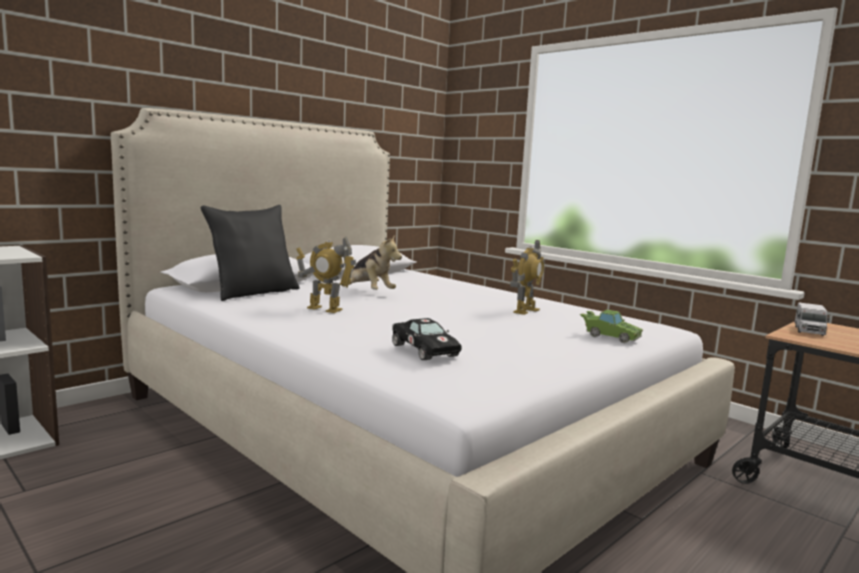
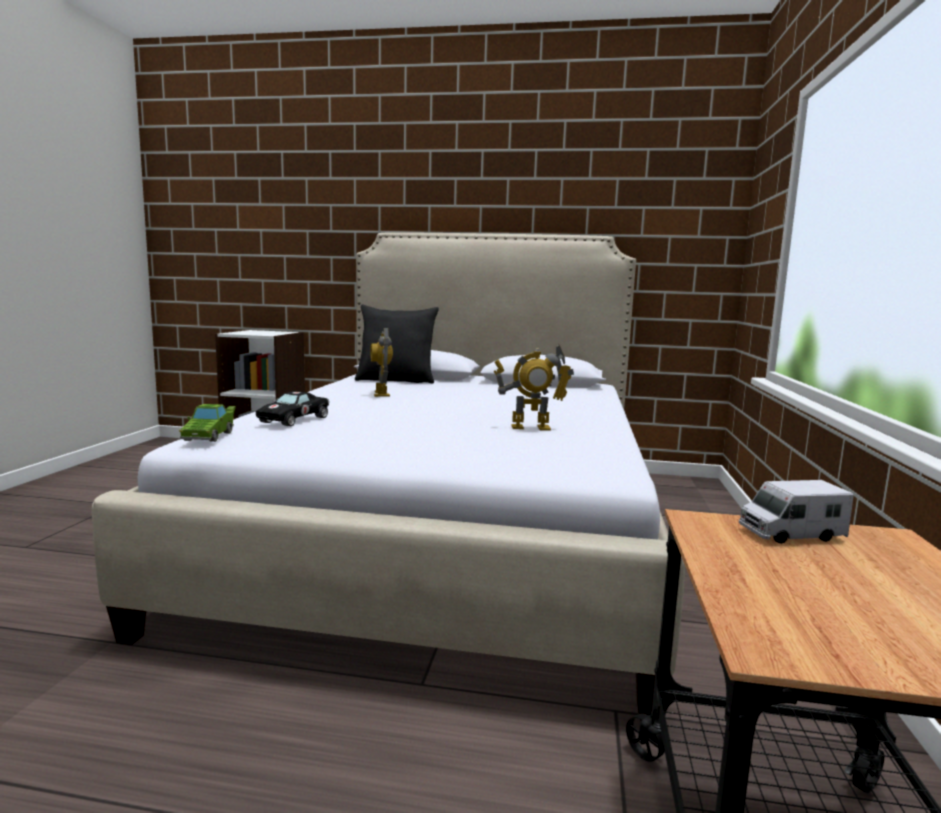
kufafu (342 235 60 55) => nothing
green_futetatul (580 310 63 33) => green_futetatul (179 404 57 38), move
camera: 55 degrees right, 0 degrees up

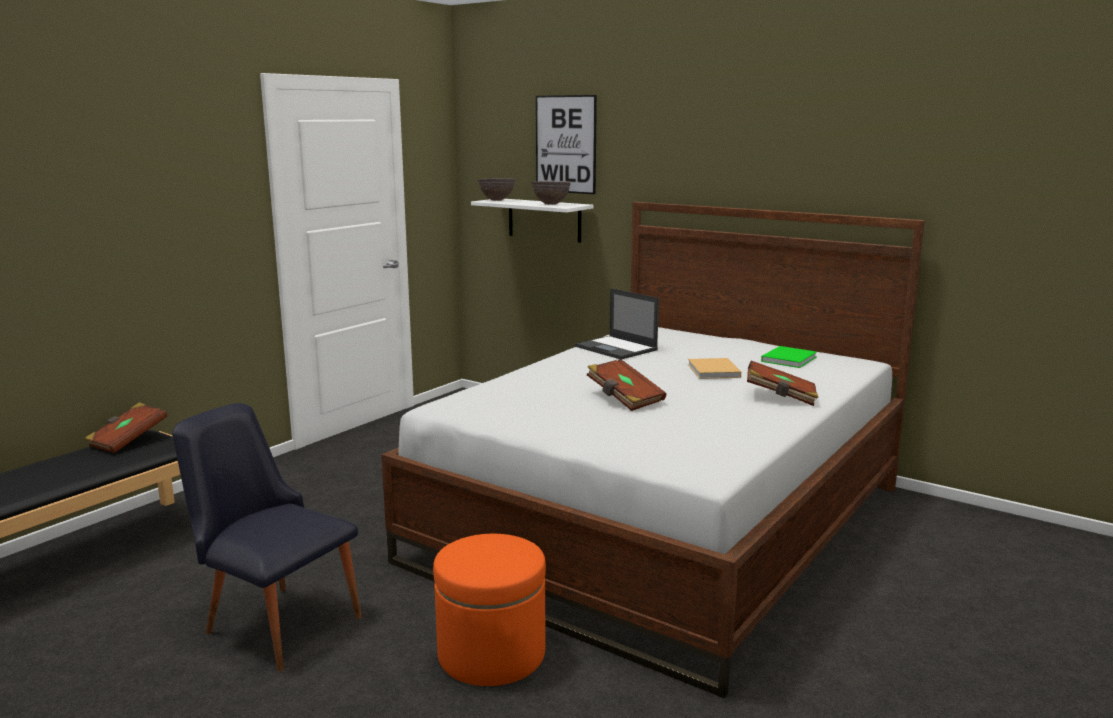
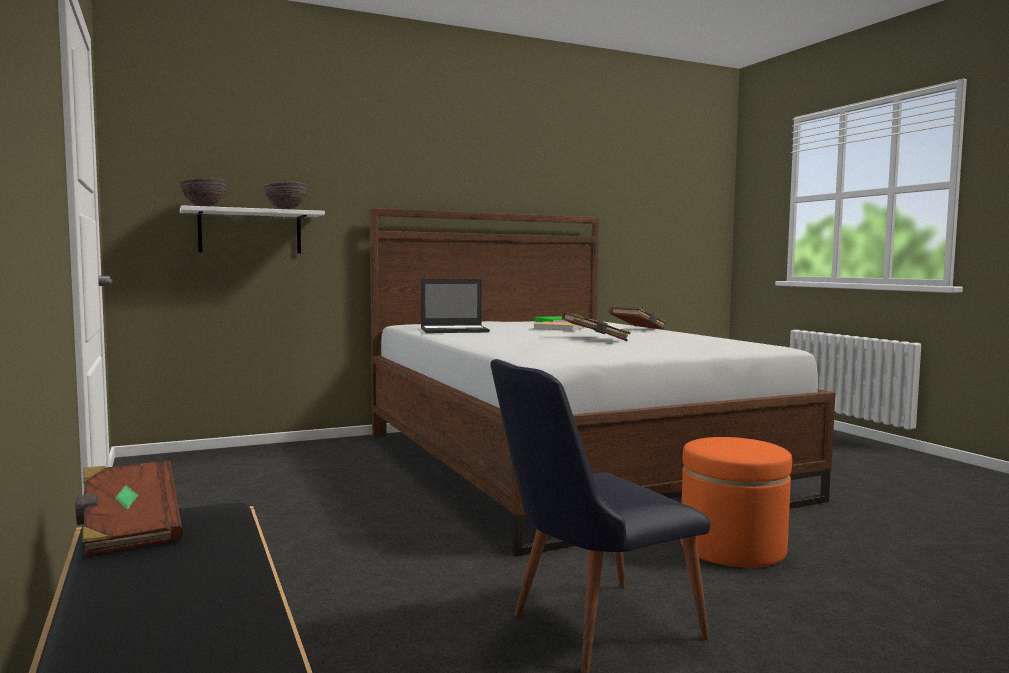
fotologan (536 95 61 99) => nothing
camera: 60 degrees left, 10 degrees down

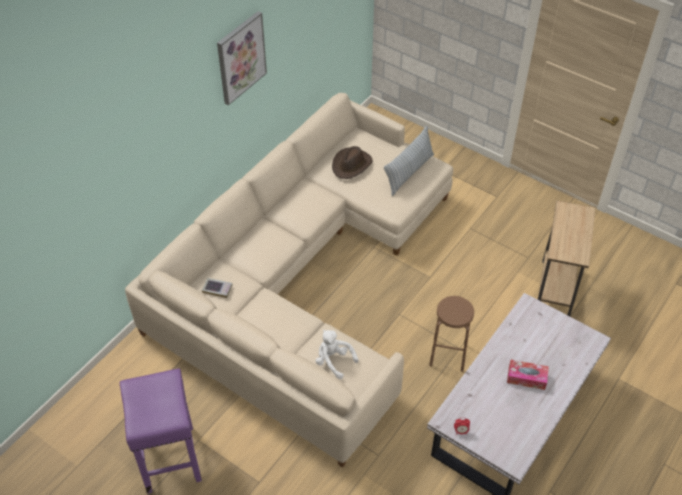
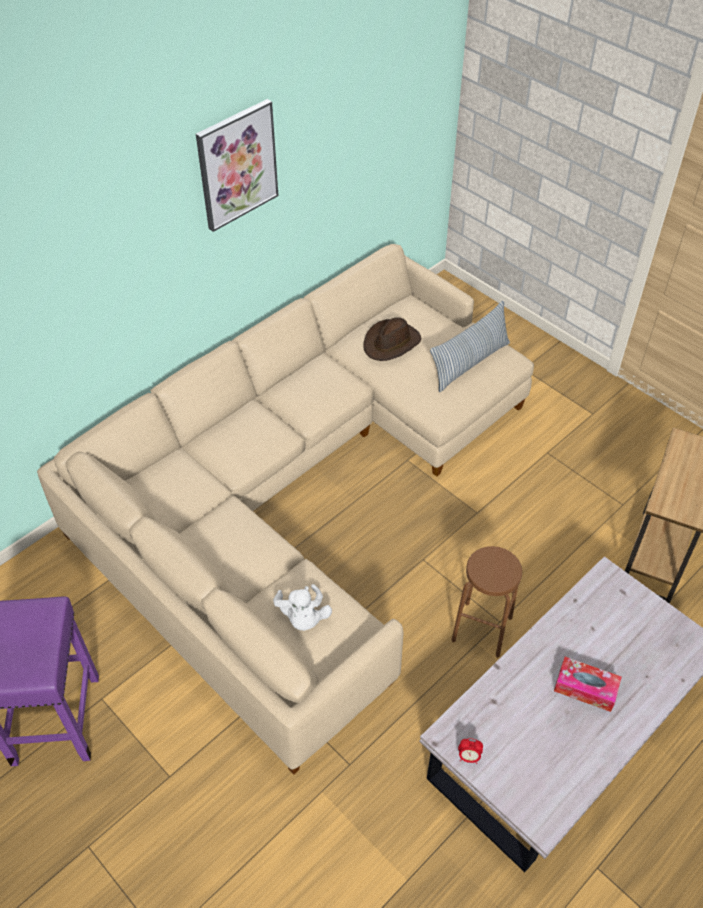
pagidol (202 278 31 20) => nothing
white_kufafu (316 330 42 49) => white_kufafu (273 584 59 47), 150 degrees counterclockwise
camera: 10 degrees right, 0 degrees up

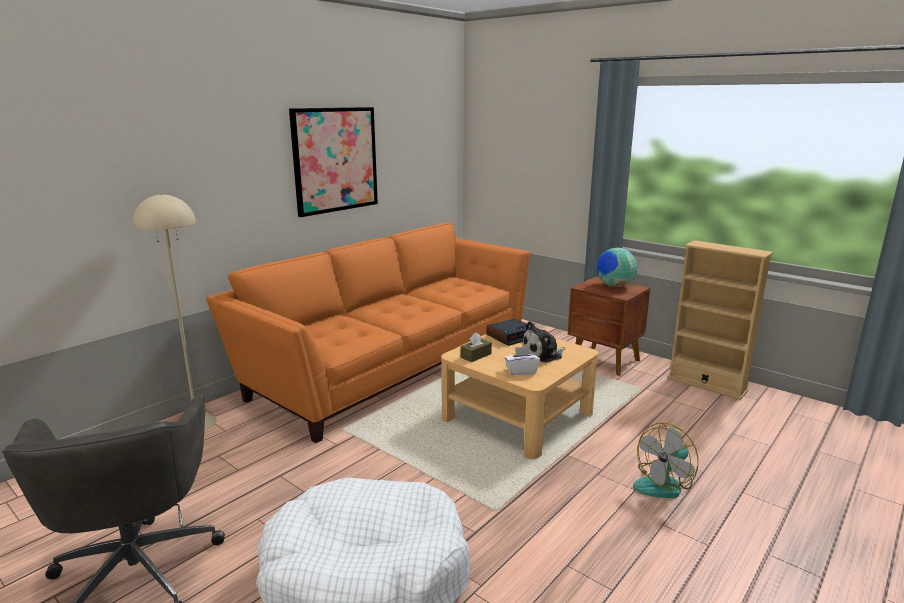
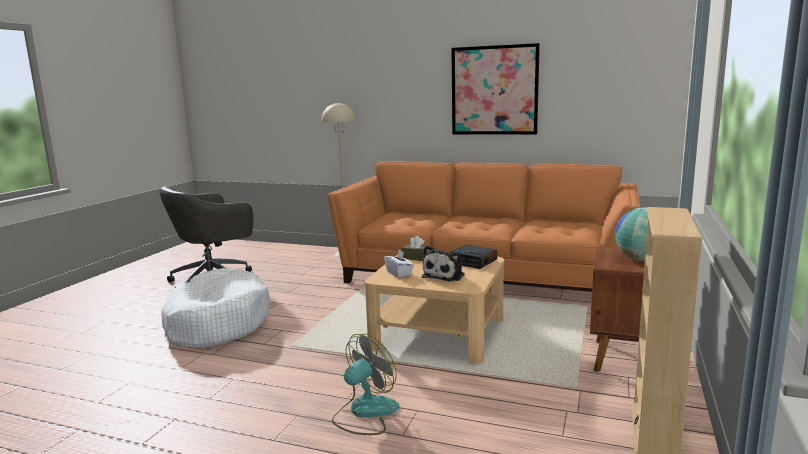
kufafu (523 321 43 42) => kufafu (422 245 43 37), 105 degrees counterclockwise
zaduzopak (633 423 65 75) => zaduzopak (332 334 67 101), 105 degrees clockwise
camera: 70 degrees right, 5 degrees down

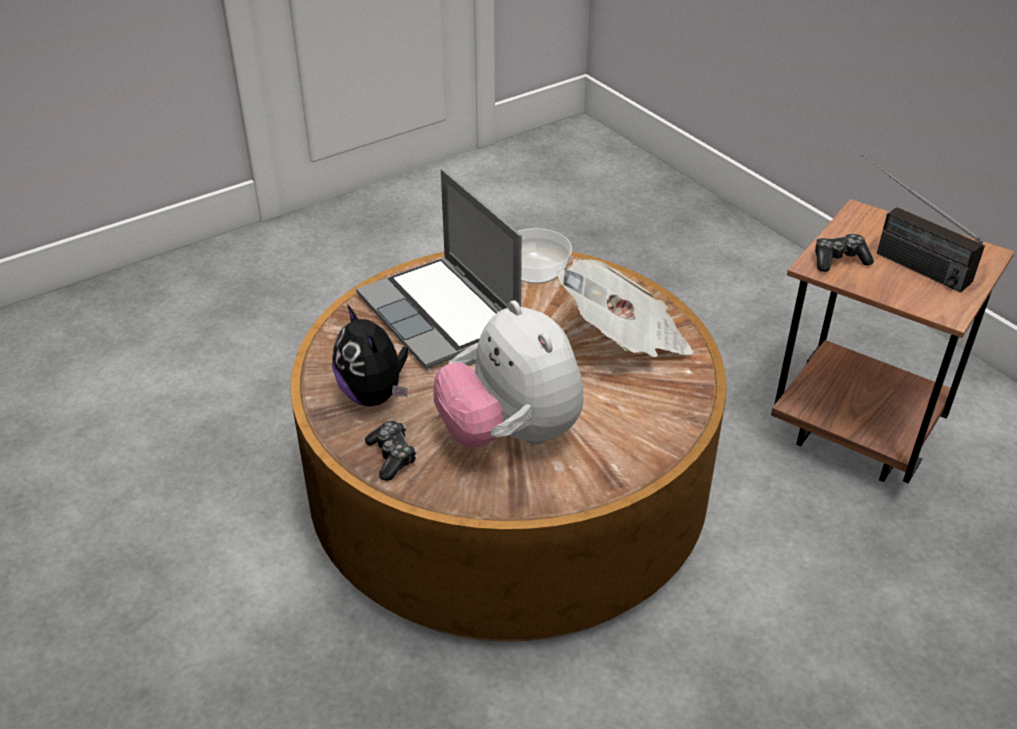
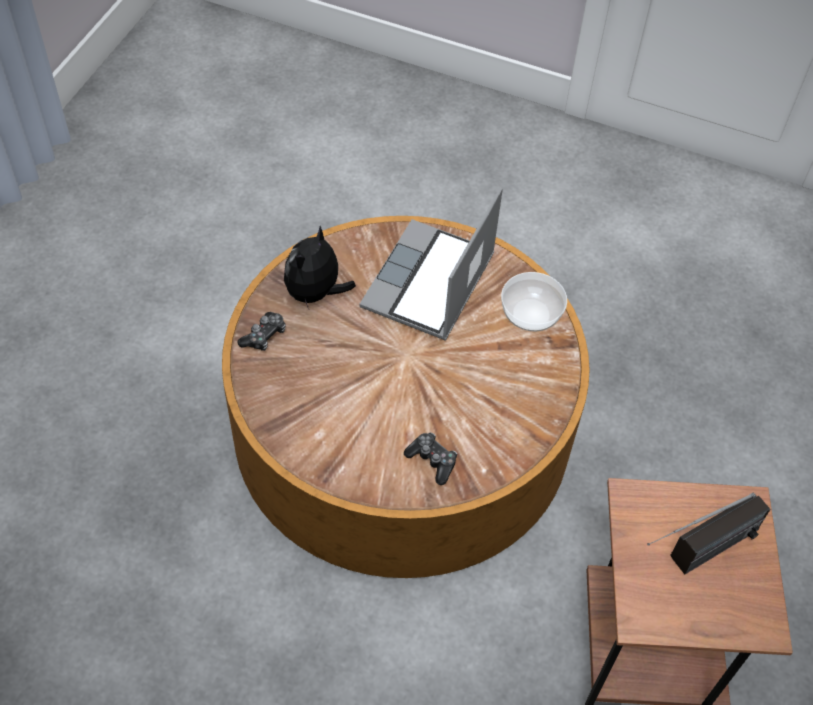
kufafu (434 300 150 148) => nothing
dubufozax (557 259 137 98) => nothing
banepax (815 234 59 38) => banepax (404 432 53 53), move
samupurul (861 154 124 138) => samupurul (647 493 123 81), 135 degrees counterclockwise
camera: 55 degrees right, 15 degrees up

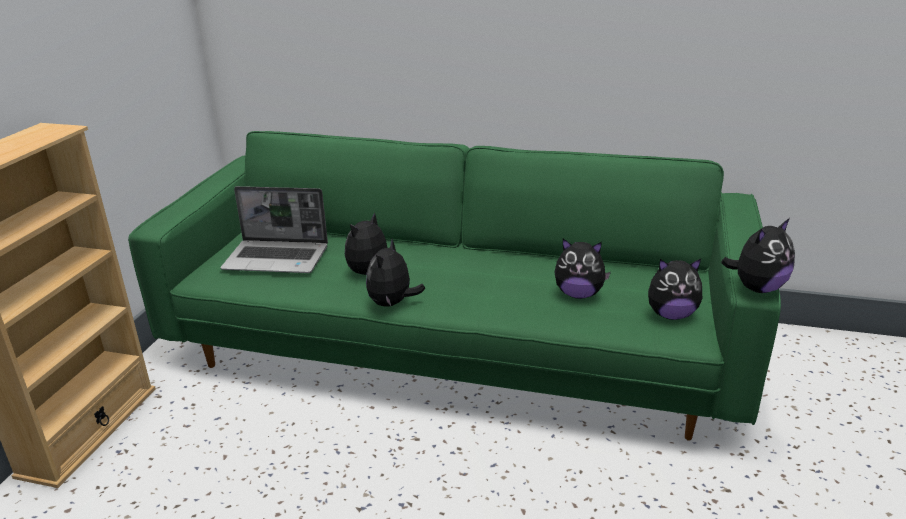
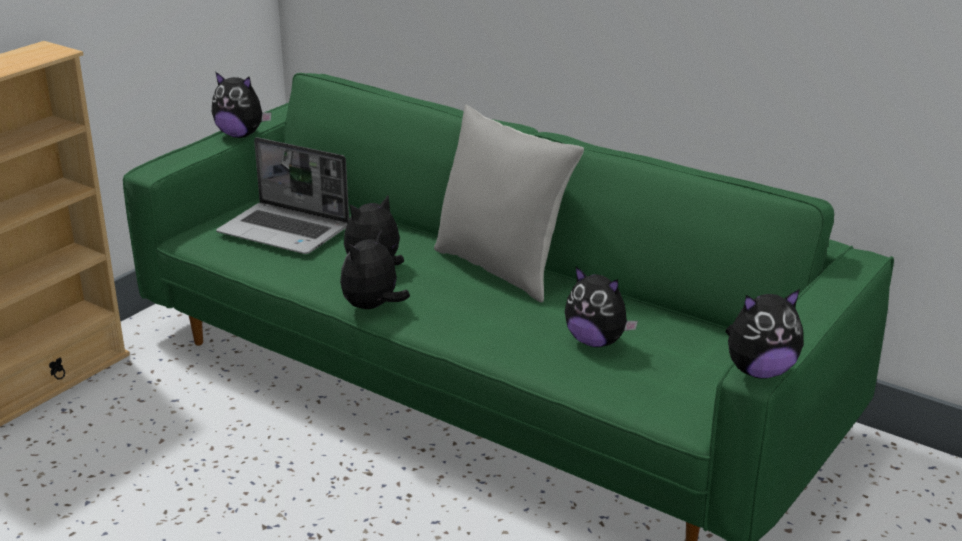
nothing => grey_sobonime (434 104 150 199)
kufafu (648 259 54 61) => kufafu (212 72 60 66), move
camera: 20 degrees right, 0 degrees up

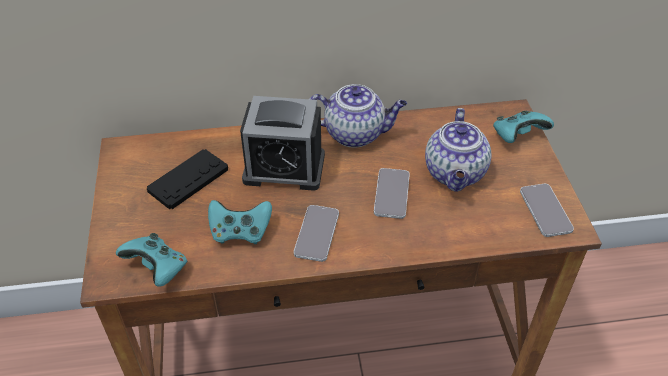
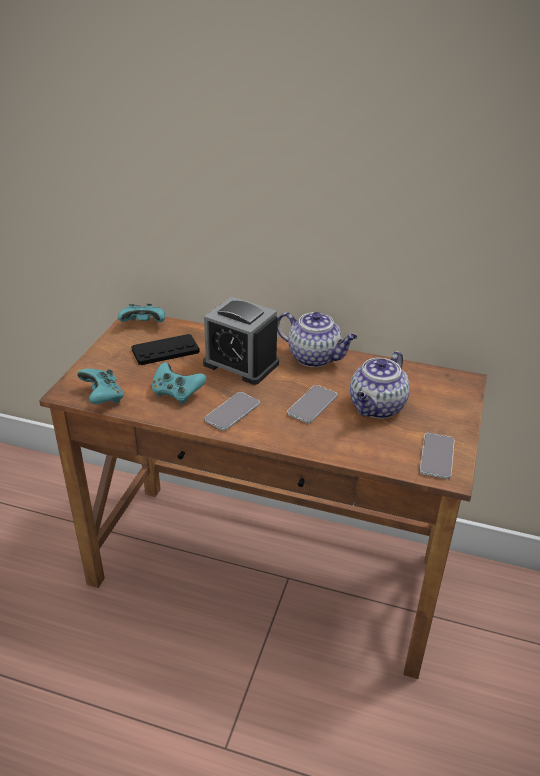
turquoise_banepax (493 111 61 32) => turquoise_banepax (118 304 47 18), move
camera: 25 degrees right, 10 degrees down

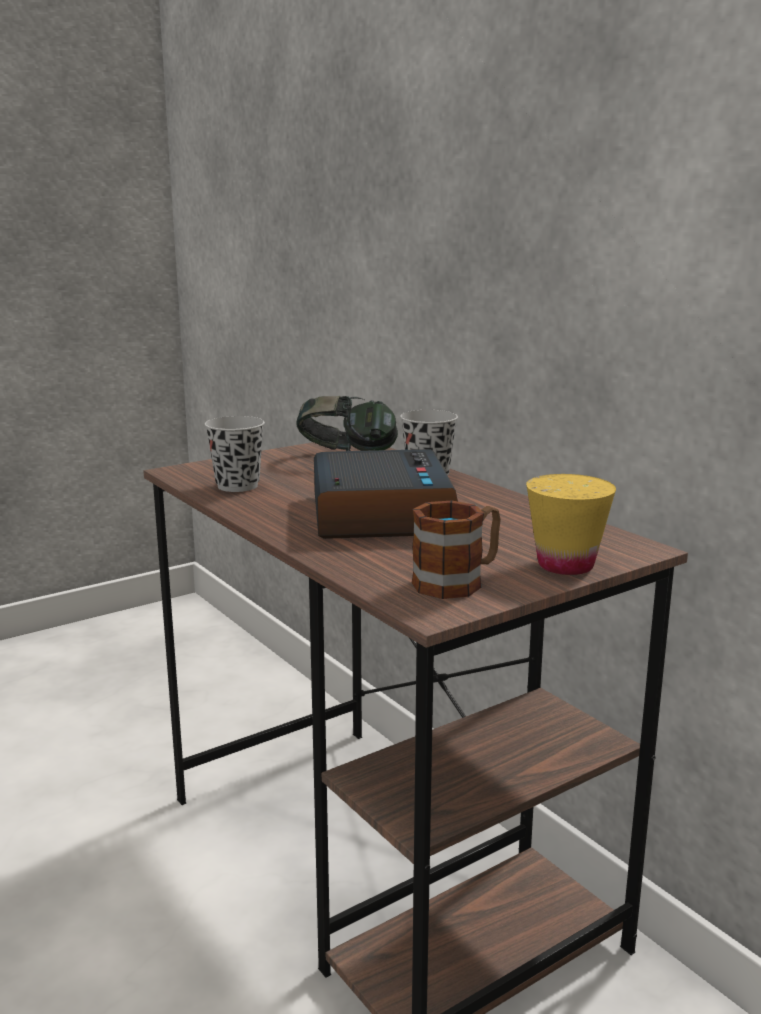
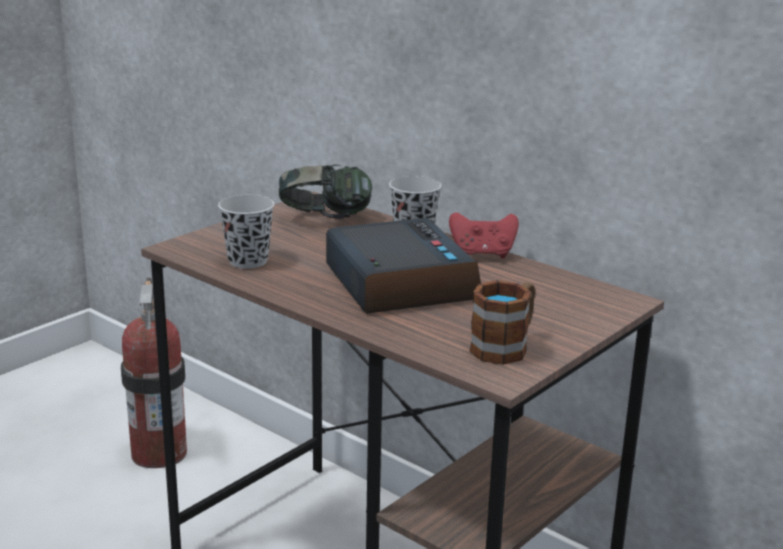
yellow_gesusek (526 474 90 101) => nothing
nothing => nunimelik (121 277 66 191)
nothing => red_banepax (449 212 70 47)
camera: 15 degrees left, 5 degrees up

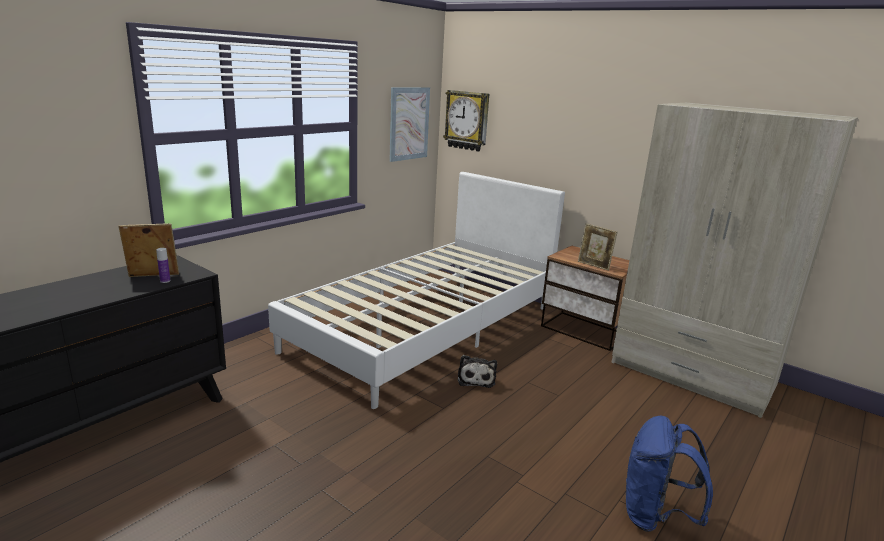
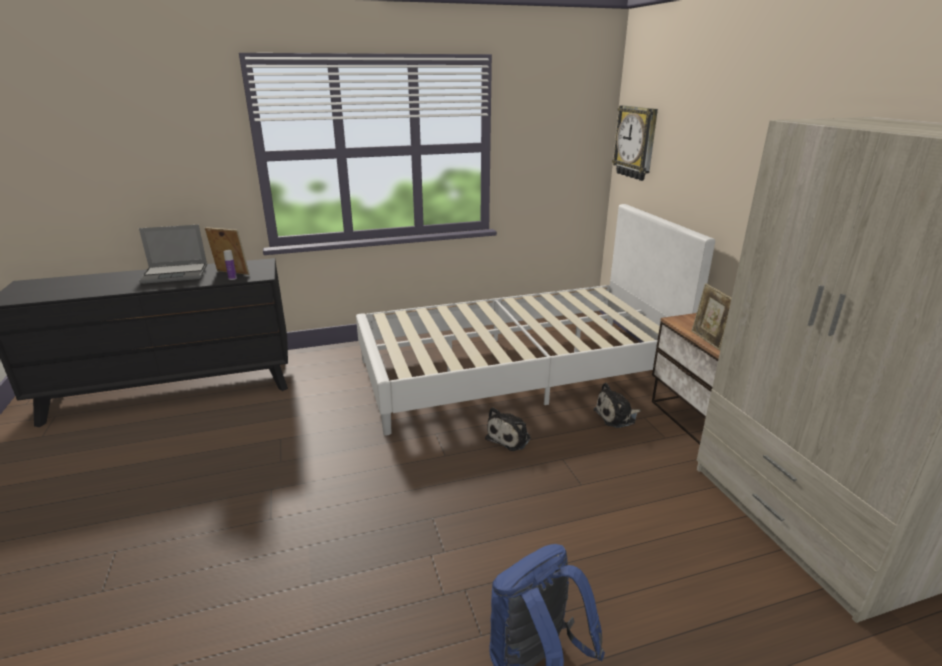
fotologan (389 87 41 75) => nothing
nothing => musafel (139 225 68 59)
nothing => kufafu (593 383 48 45)
camera: 35 degrees right, 5 degrees up

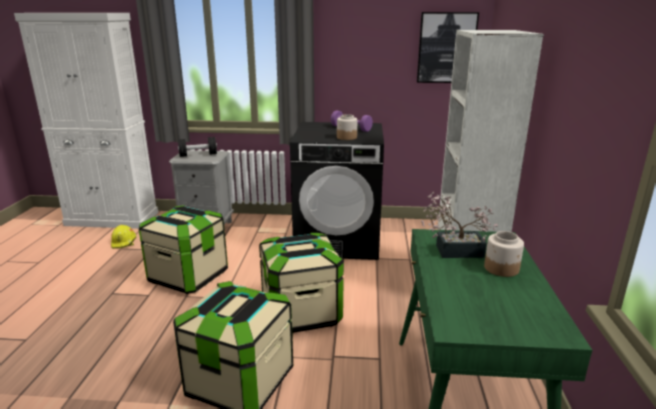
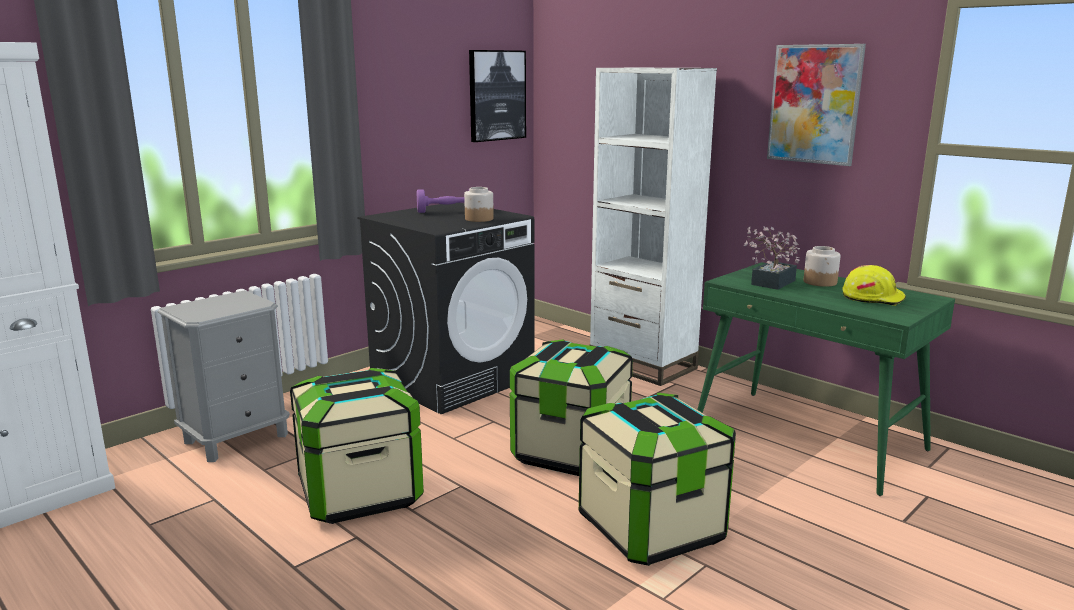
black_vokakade (178 137 39 20) => nothing
nothing => fotologan (767 44 99 122)
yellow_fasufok (111 225 25 24) => yellow_fasufok (842 265 64 41), move
camera: 50 degrees left, 5 degrees down

